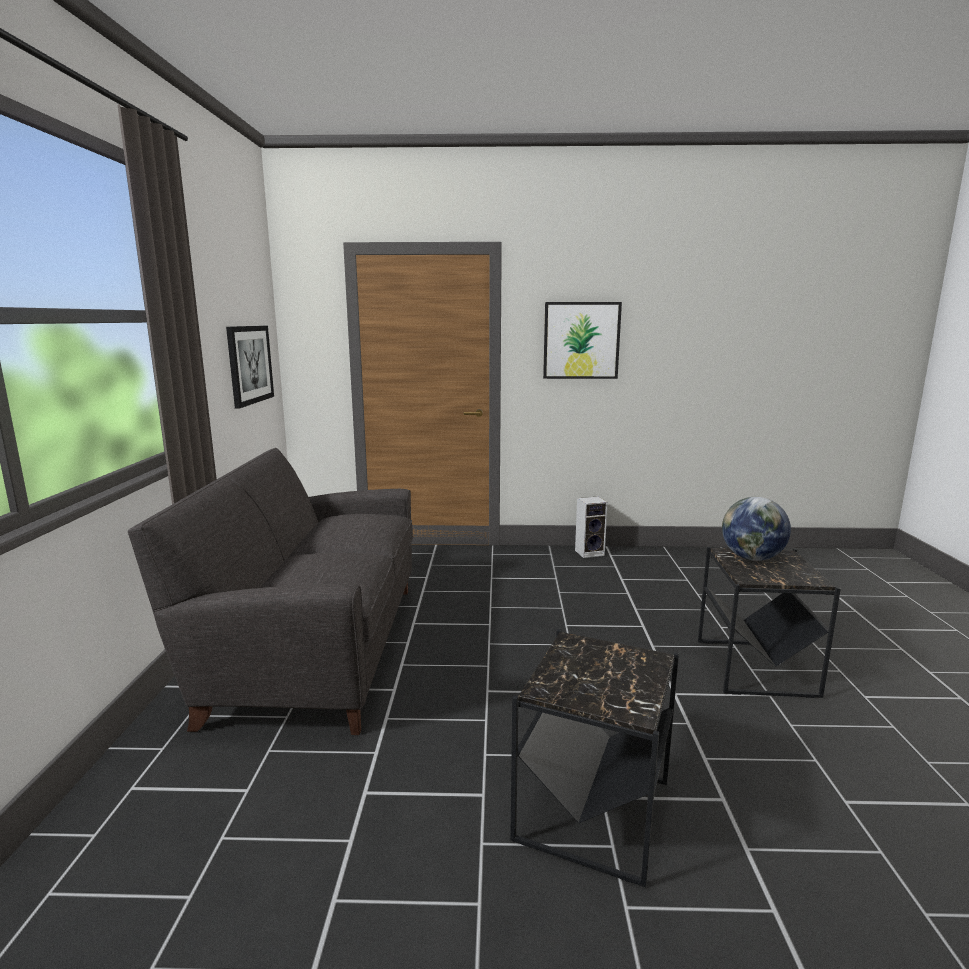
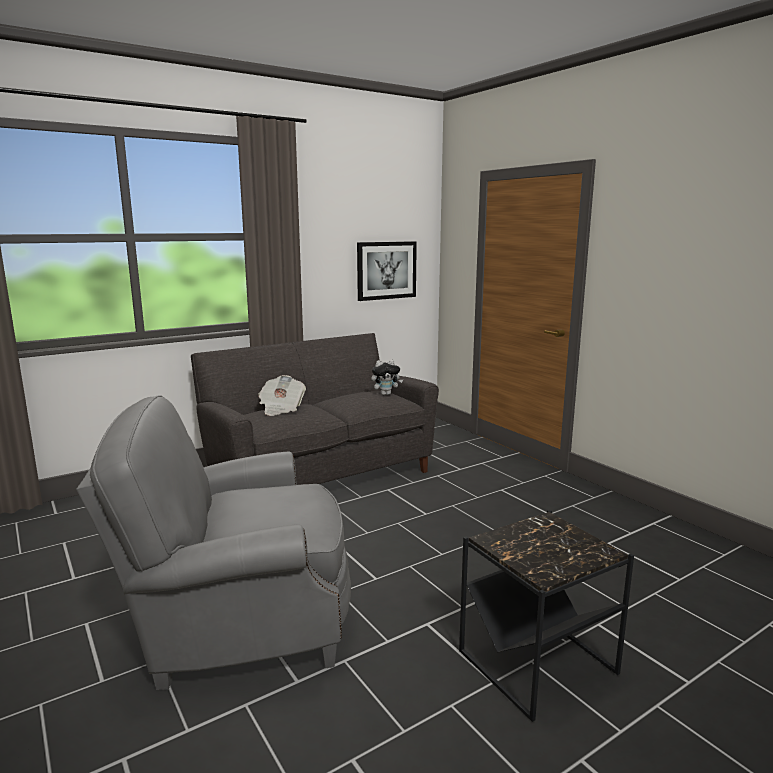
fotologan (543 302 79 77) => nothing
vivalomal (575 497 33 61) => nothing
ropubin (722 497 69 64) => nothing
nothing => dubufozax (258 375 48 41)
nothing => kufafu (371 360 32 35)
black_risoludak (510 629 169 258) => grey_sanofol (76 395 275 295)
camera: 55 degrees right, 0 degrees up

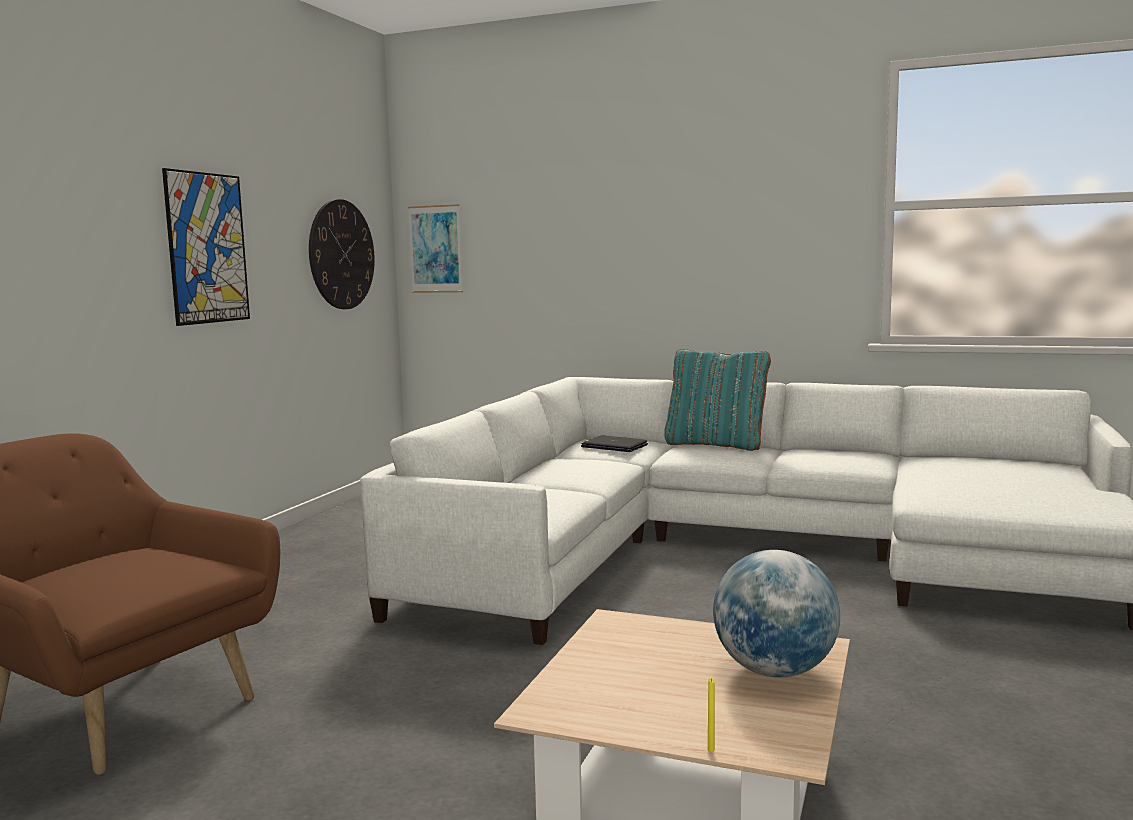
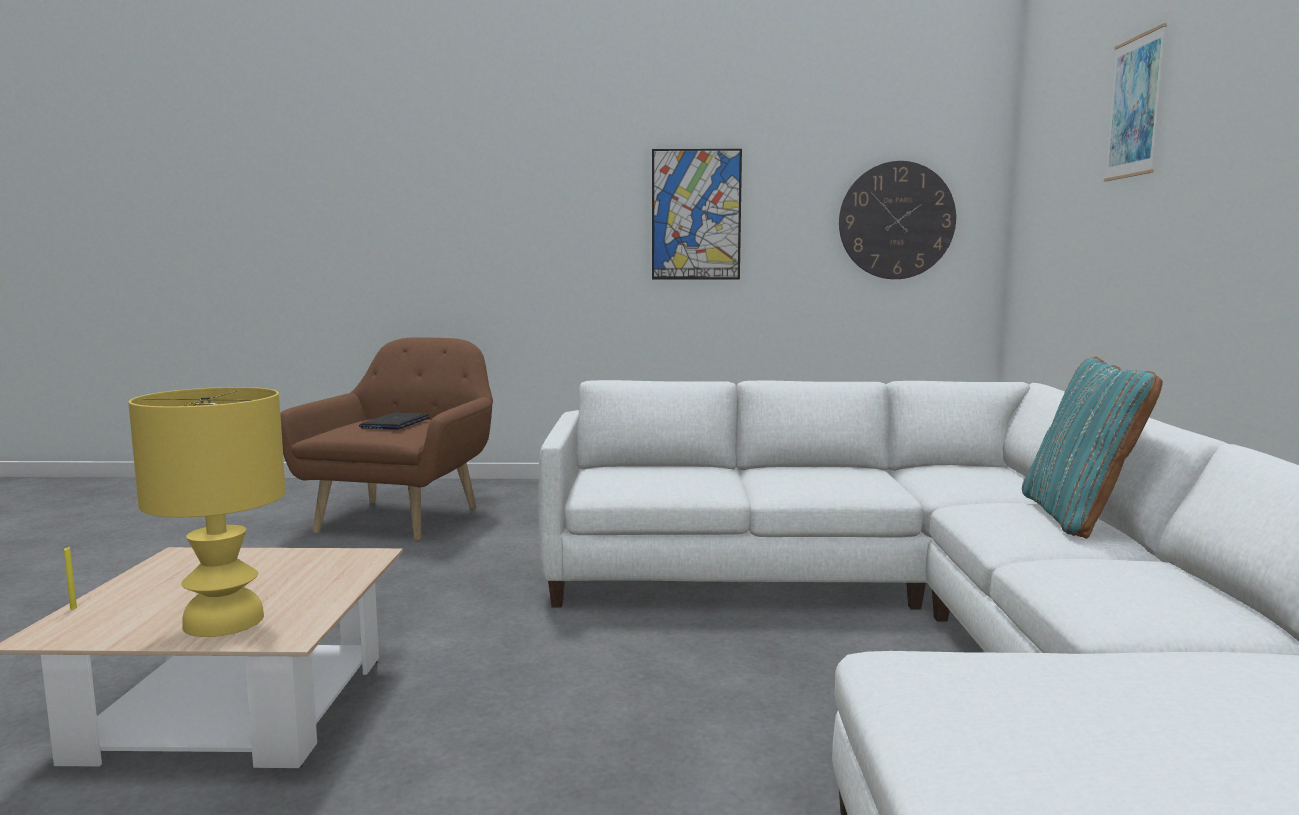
fotologan (408 204 55 89) => fotologan (1104 23 63 158), move
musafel (581 436 67 16) => musafel (359 413 71 17), move
ropubin (713 550 127 128) => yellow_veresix (128 387 158 250)
camera: 70 degrees right, 0 degrees up

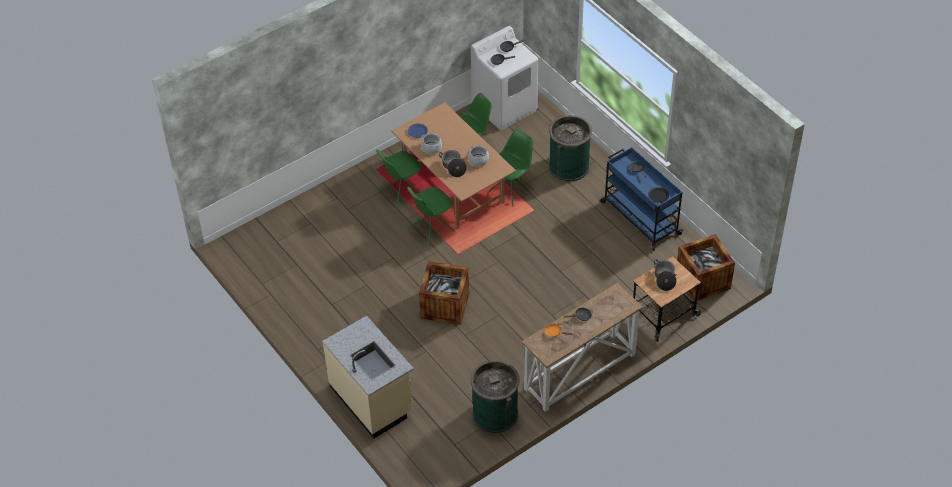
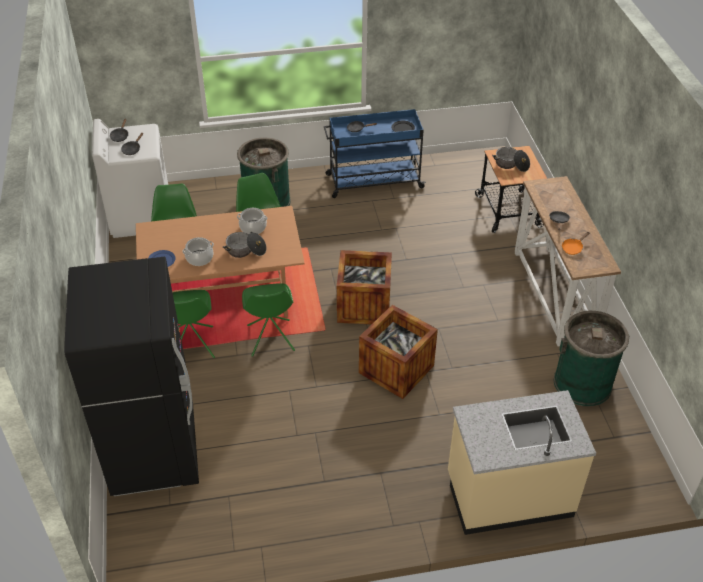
nothing => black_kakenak (64 257 135 239)
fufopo (677 234 58 68) => fufopo (337 250 55 74), move
camera: 65 degrees left, 5 degrees down

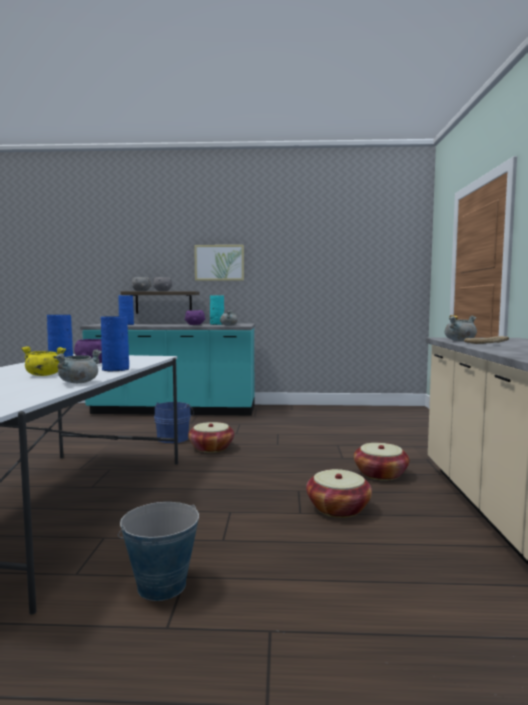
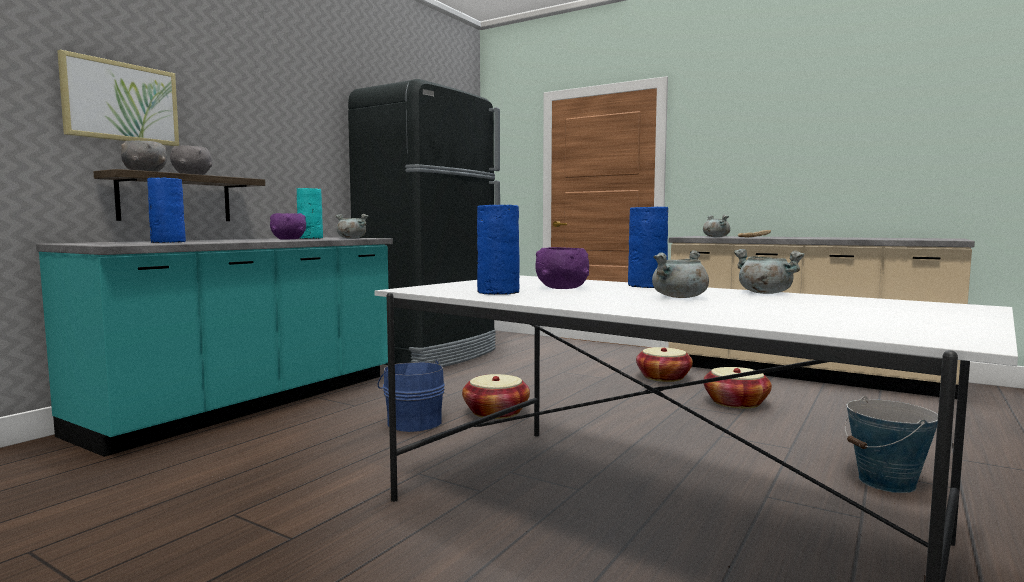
nothing => black_kakenak (348 79 152 288)
fotologan (194 245 50 36) => fotologan (57 50 122 96), move
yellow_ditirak (21 346 45 30) => grey_ditirak (652 250 57 48)
camera: 60 degrees left, 0 degrees up

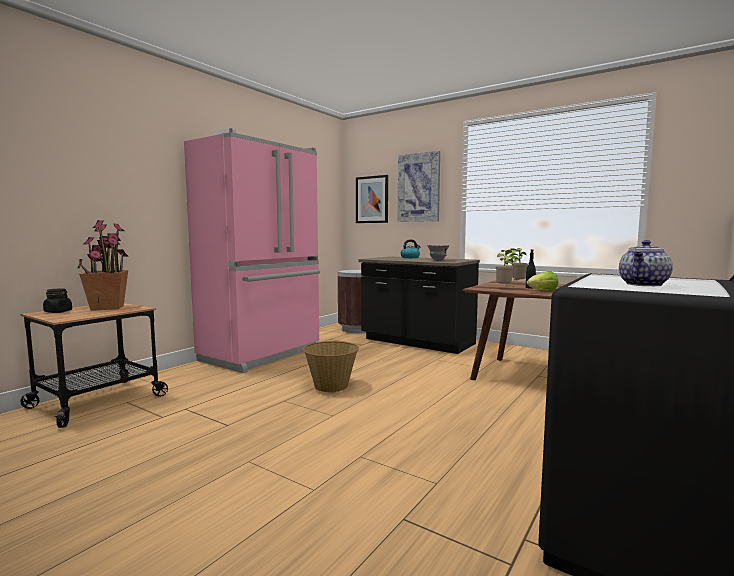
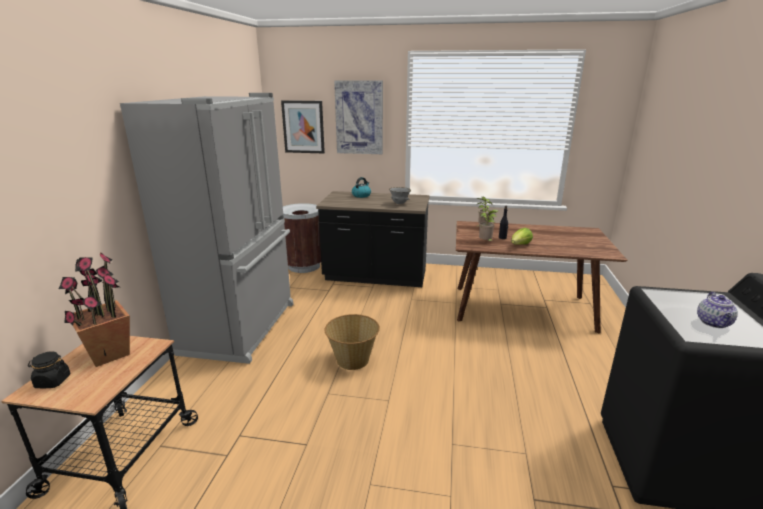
pink_kakenak (184 128 136 245) => grey_kakenak (120 93 173 271)
camera: 25 degrees left, 15 degrees up

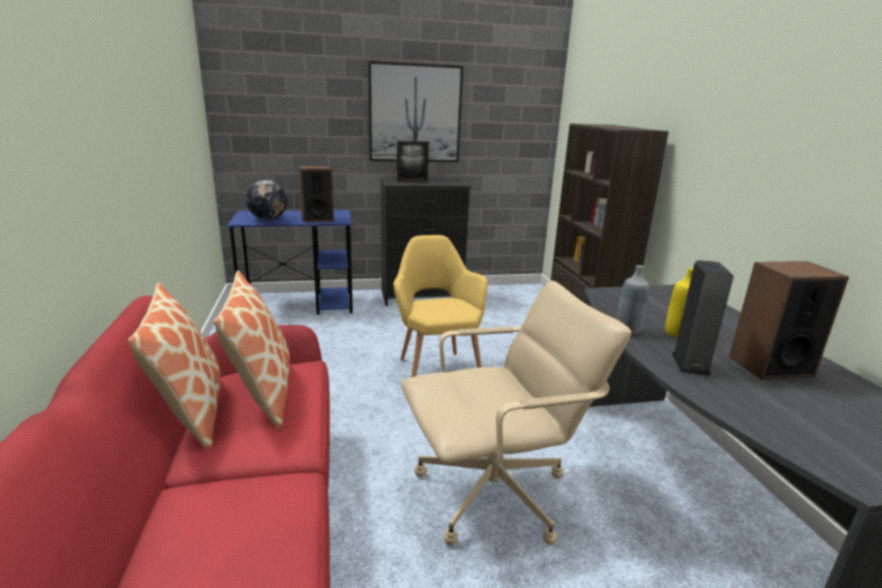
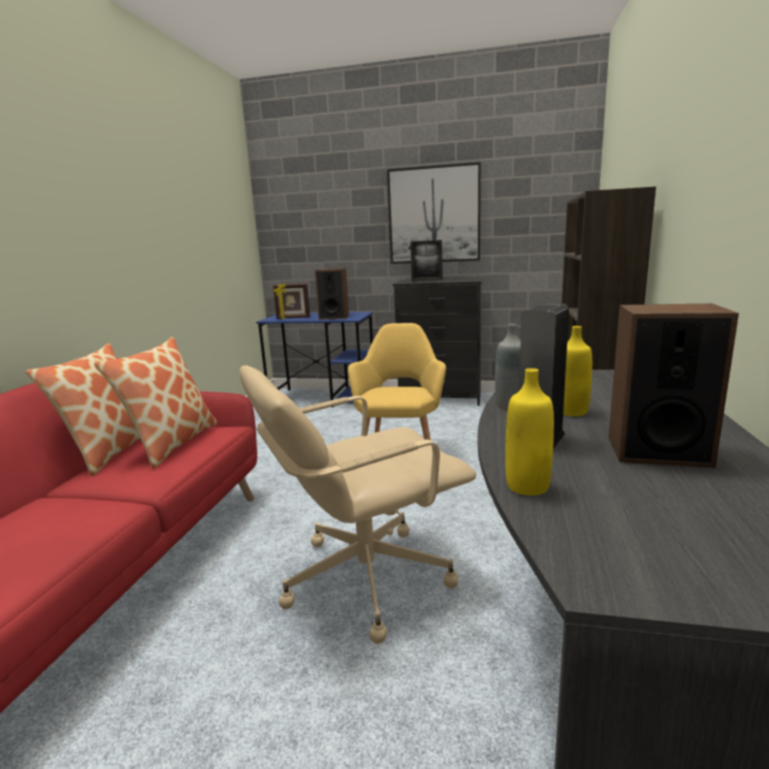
nothing => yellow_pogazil (505 368 49 127)
ropubin (246 180 41 40) => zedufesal (273 283 37 36)
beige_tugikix (401 281 230 264) => beige_tugikix (239 366 238 278), 150 degrees clockwise
camera: 25 degrees right, 5 degrees down

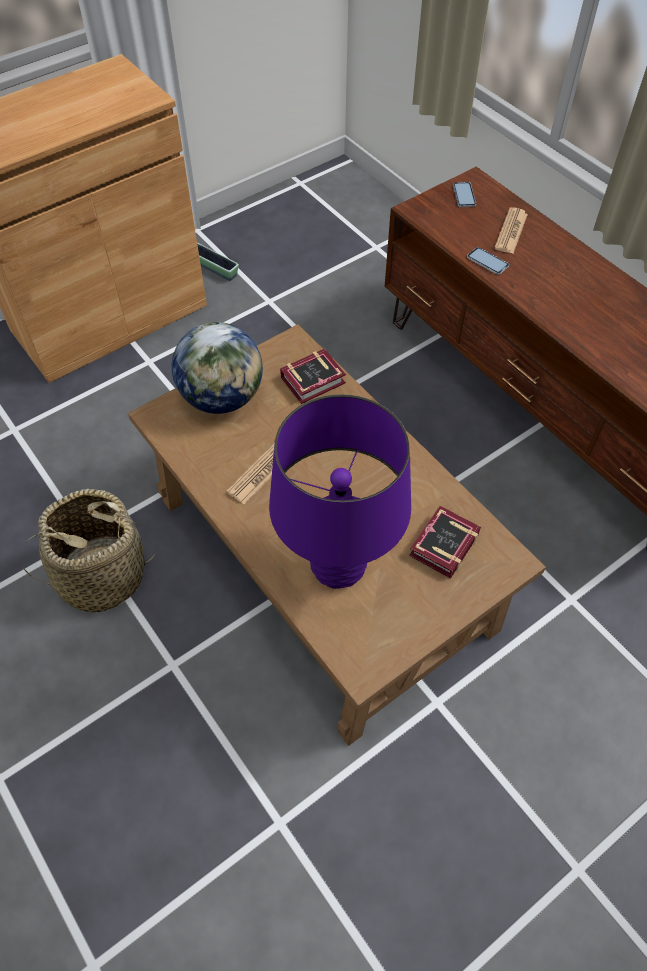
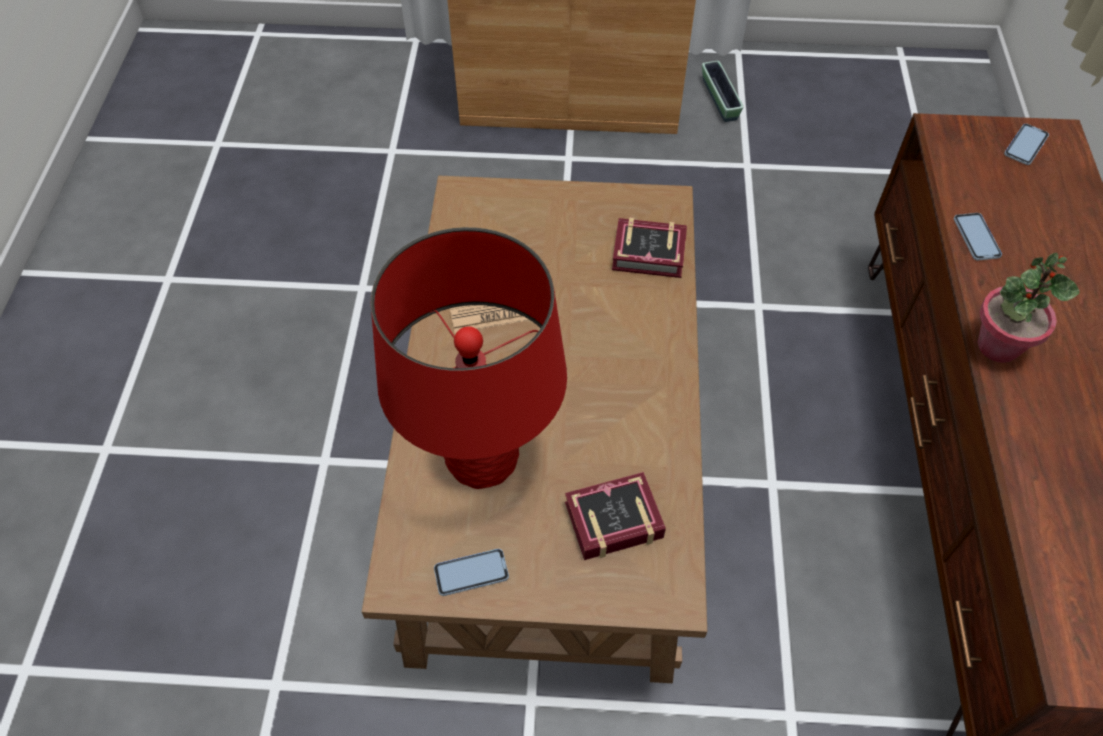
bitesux (22 489 134 124) => nothing
ropubin (172 322 91 92) => nothing
dubufozax (494 207 34 47) => nothing
nothing => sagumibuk (434 549 75 47)
nothing => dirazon (978 253 102 110)
purple_veresix (269 394 142 195) => red_veresix (371 227 196 262)
camera: 40 degrees right, 0 degrees up

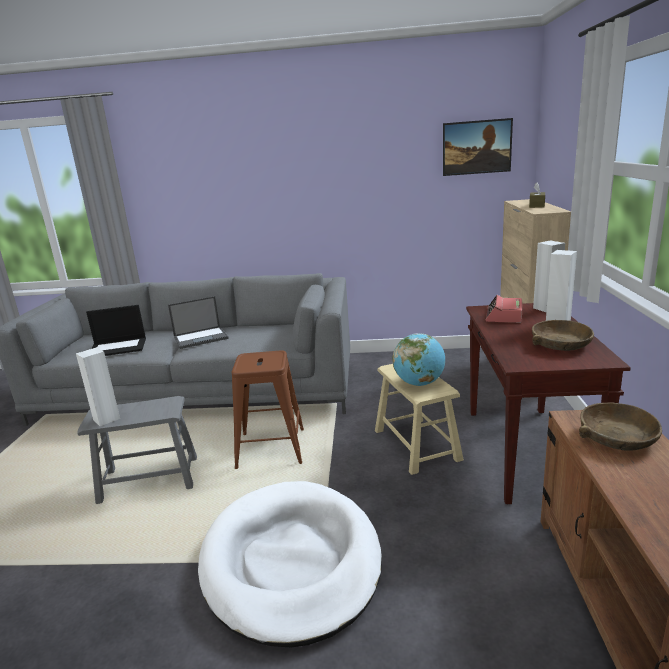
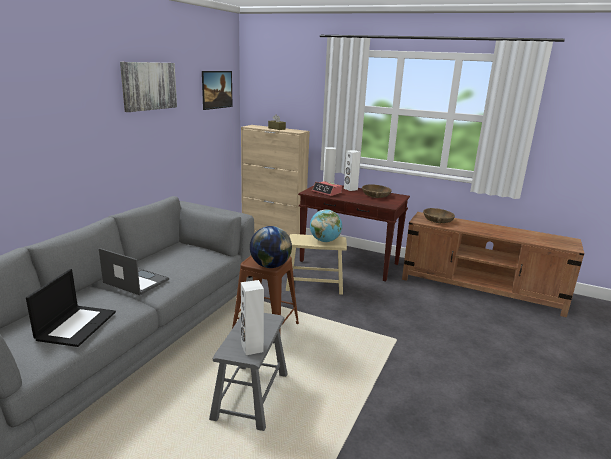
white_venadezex (198 481 184 166) => nothing
nothing => fotologan (120 62 57 50)
nothing => ropubin (250 226 42 42)
musafel (168 296 61 53) => musafel (99 248 70 47), 60 degrees counterclockwise
camera: 70 degrees left, 0 degrees up

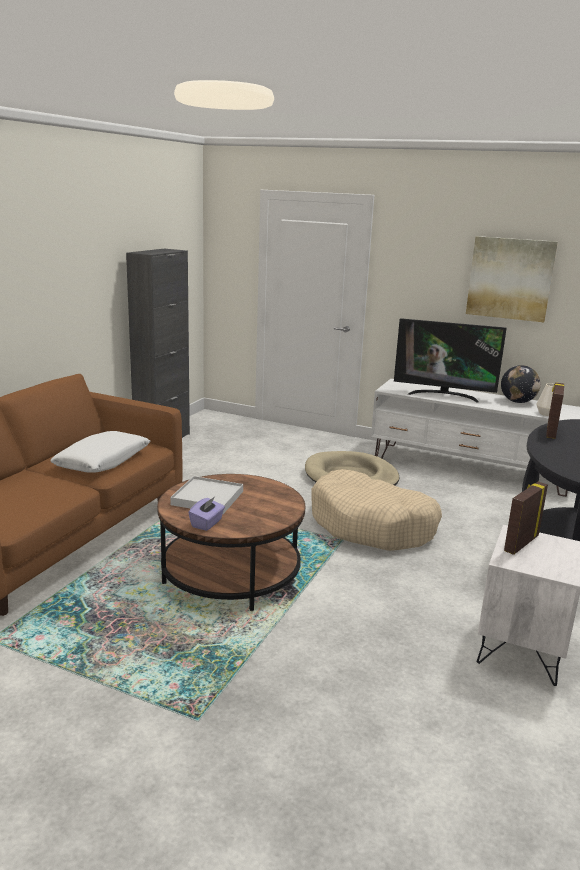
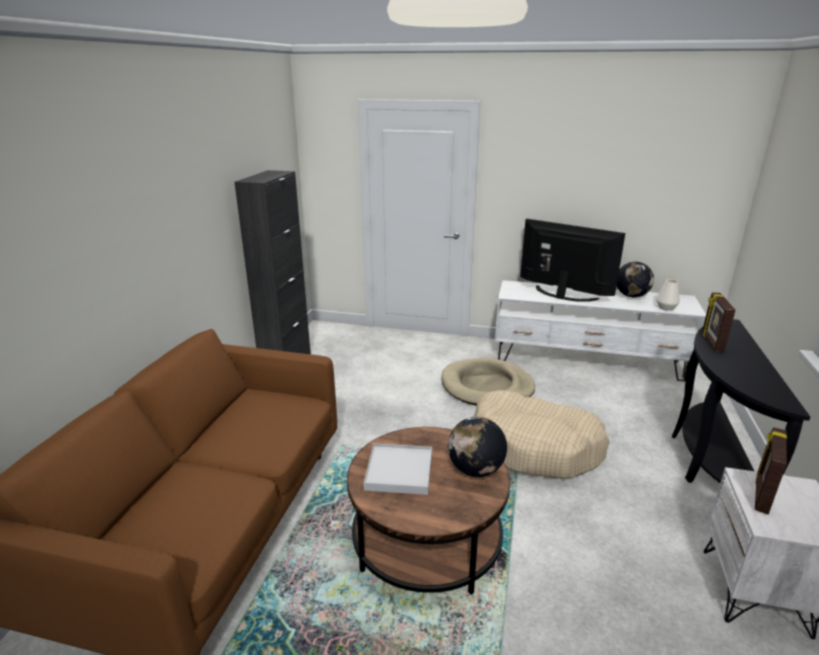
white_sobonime (50 431 100 42) => nothing
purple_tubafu (188 497 37 34) => nothing
fotologan (466 236 92 86) => nothing
nothing => ropubin (448 417 59 60)
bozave (394 318 113 84) => bozave (520 219 105 83), 150 degrees counterclockwise
camera: 10 degrees left, 5 degrees up

